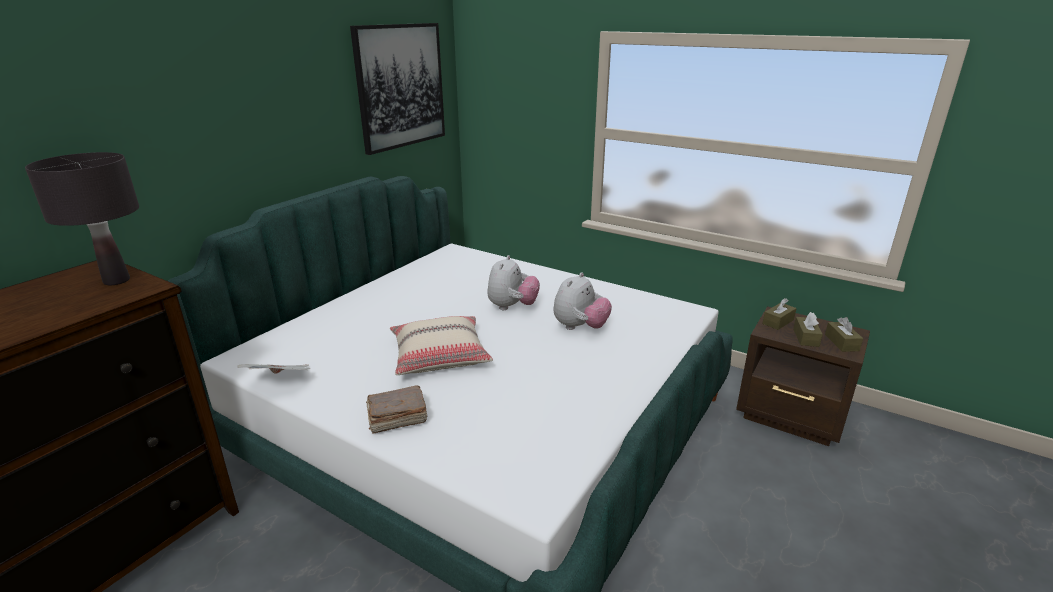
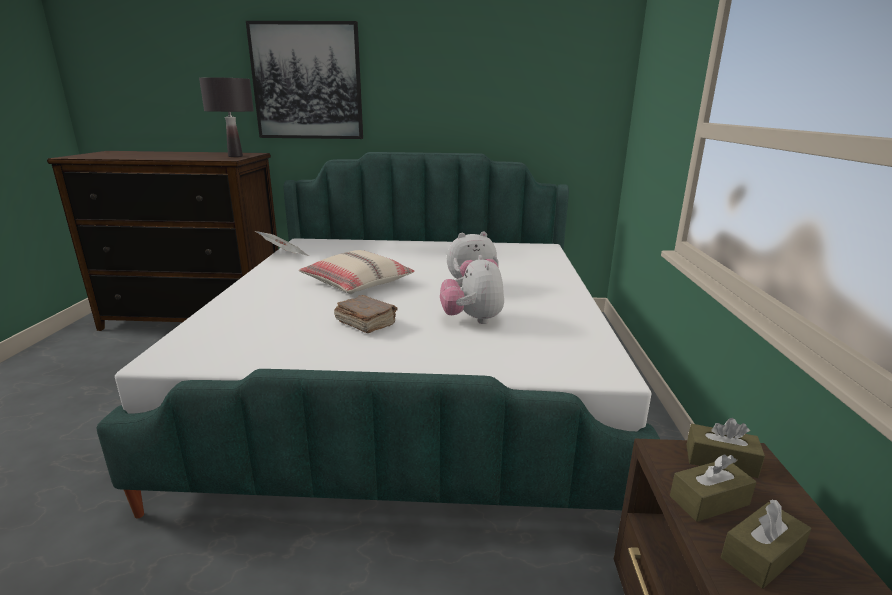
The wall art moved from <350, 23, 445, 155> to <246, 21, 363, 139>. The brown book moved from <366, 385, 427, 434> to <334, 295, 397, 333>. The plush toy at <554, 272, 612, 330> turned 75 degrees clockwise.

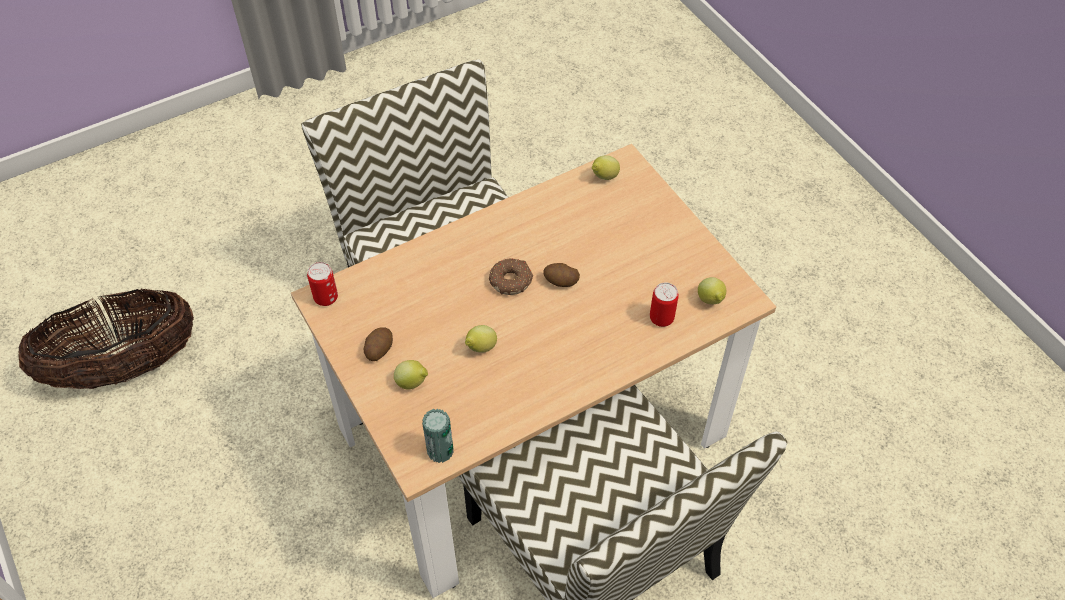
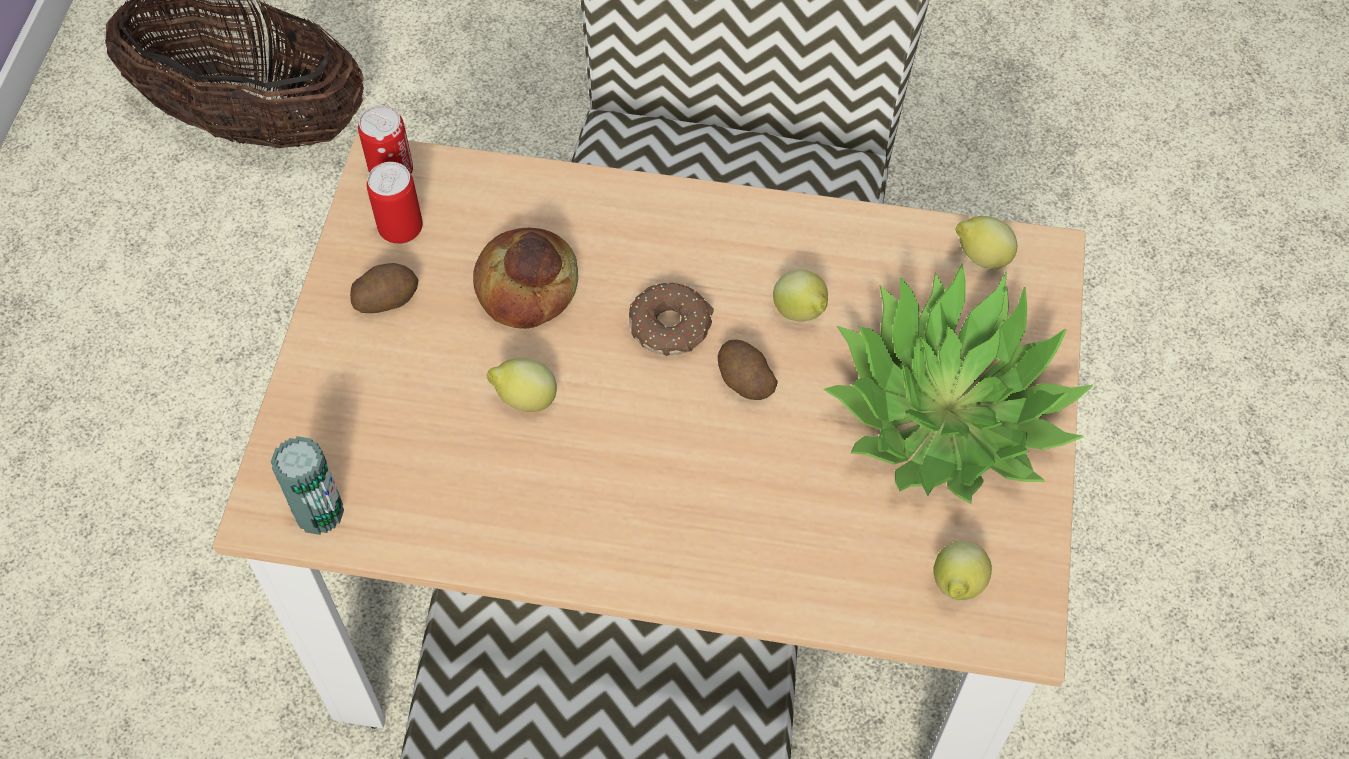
The sealed can moved from <650, 282, 679, 327> to <367, 162, 423, 244>. The baked bread at <473, 228, 578, 329> appeared. The citrus fruit moved from <394, 360, 428, 390> to <773, 269, 828, 321>. The potted plant at <823, 263, 1093, 505> appeared.

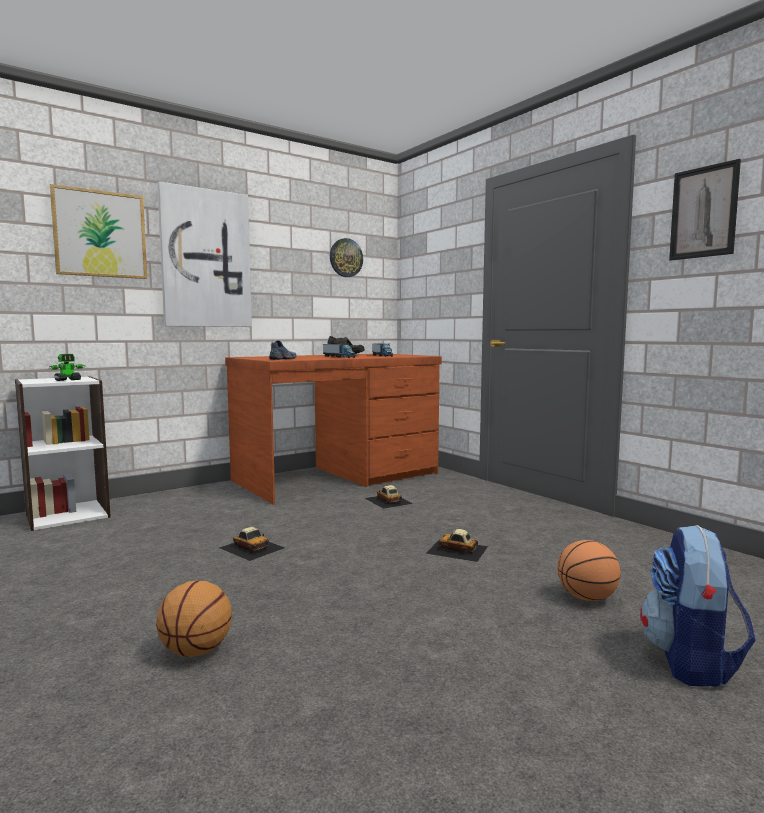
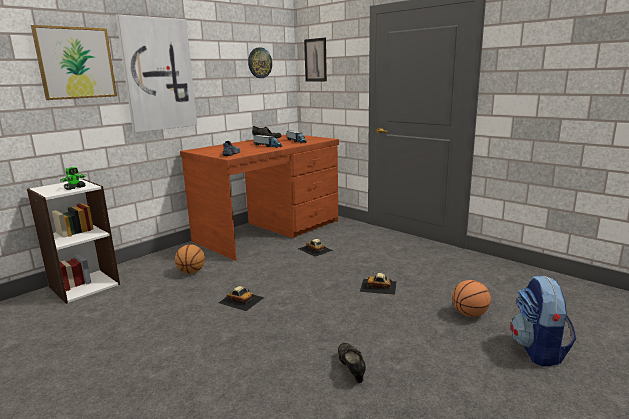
The basketball moved from <156, 581, 232, 657> to <175, 244, 205, 274>. The wall art moved from <669, 159, 741, 261> to <304, 38, 327, 82>. The black-coloured item of footwear at <338, 343, 366, 383> appeared.

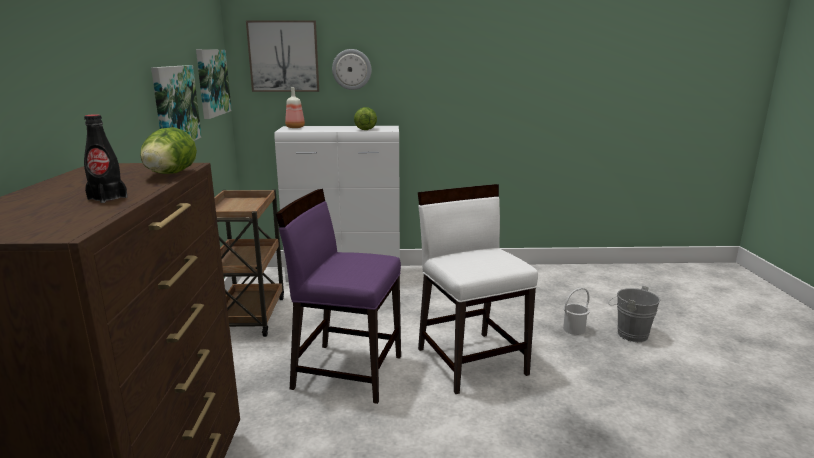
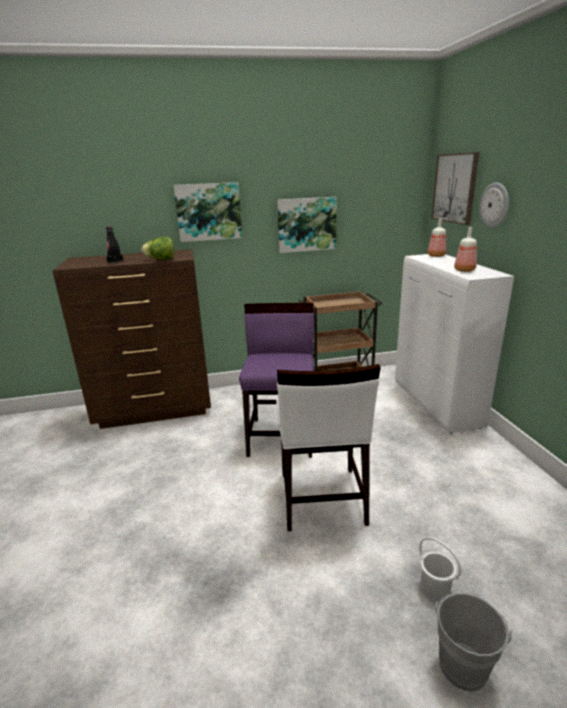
The wall art moved from <196, 49, 232, 119> to <174, 182, 242, 242>. The white upright chair at <418, 184, 538, 394> turned 120 degrees clockwise. The lettuce at <354, 107, 377, 130> was replaced by the drink bottle at <454, 227, 477, 272>.

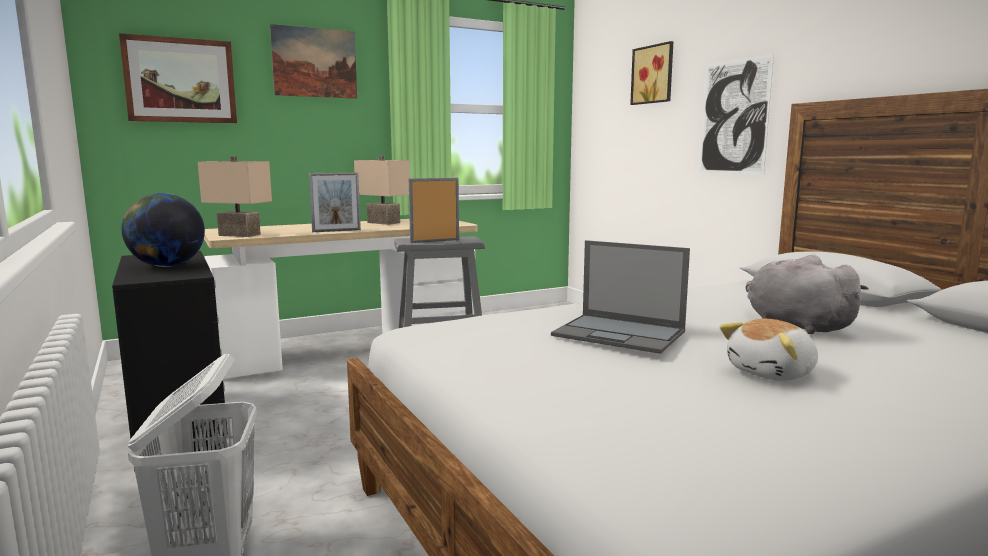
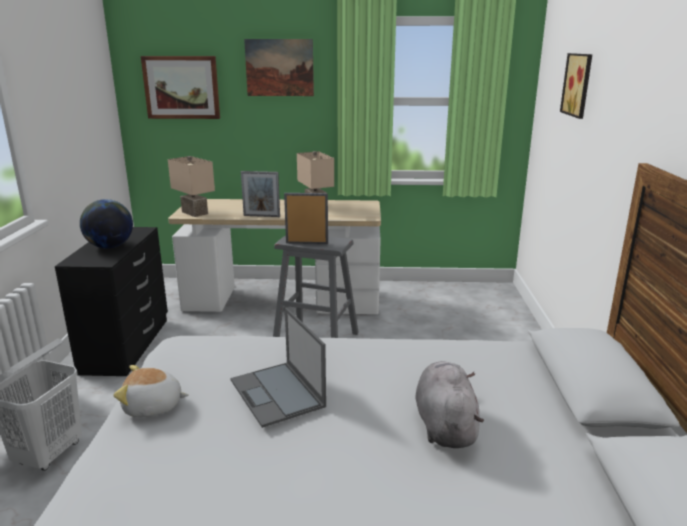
The plush toy moved from <719, 319, 818, 381> to <114, 365, 189, 417>. The wall art at <699, 54, 774, 174> disappeared.

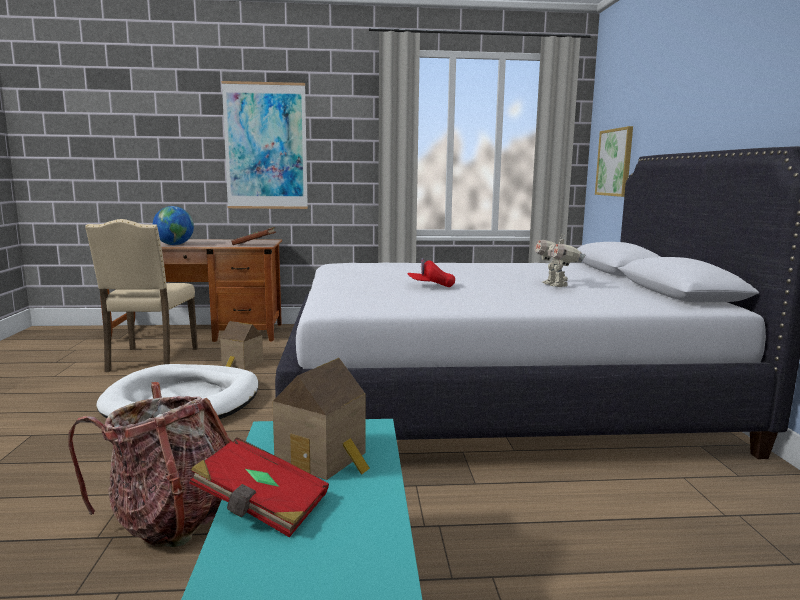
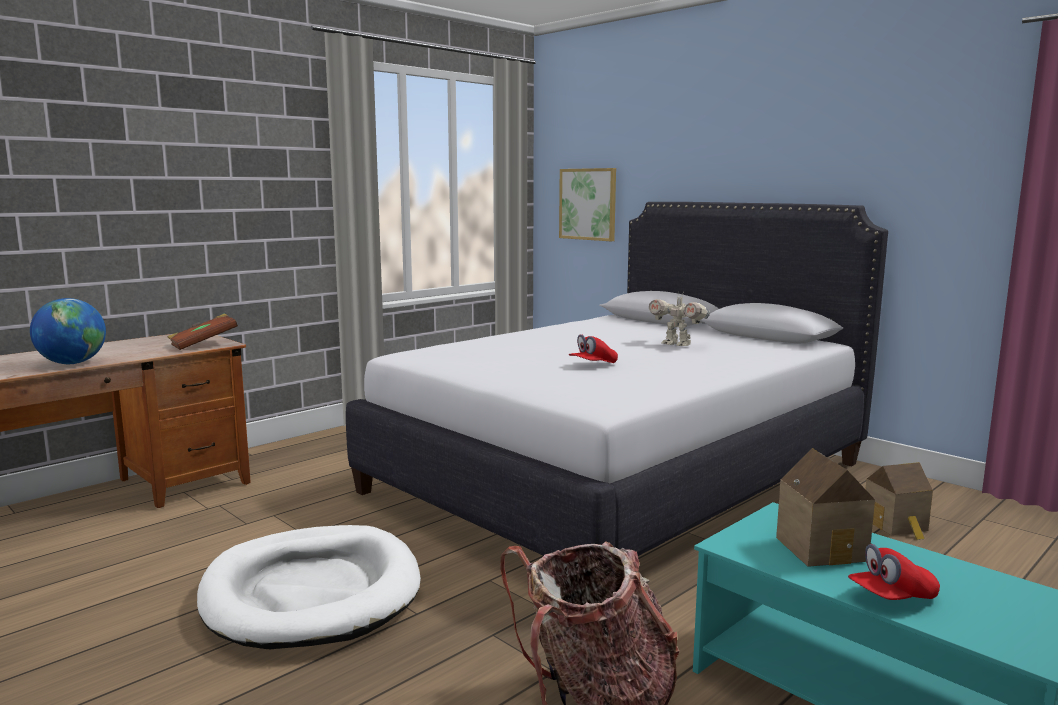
The red-coloured book at <190, 437, 329, 538> was replaced by the red-coloured cap at <848, 544, 940, 600>. The model house moved from <220, 321, 263, 370> to <866, 462, 933, 540>. The beige-coloured upright chair at <85, 219, 198, 372> disappeared. The wall art at <221, 81, 308, 209> disappeared.

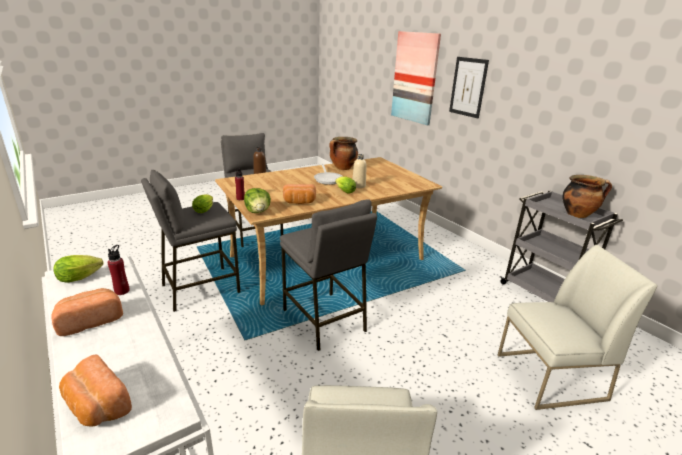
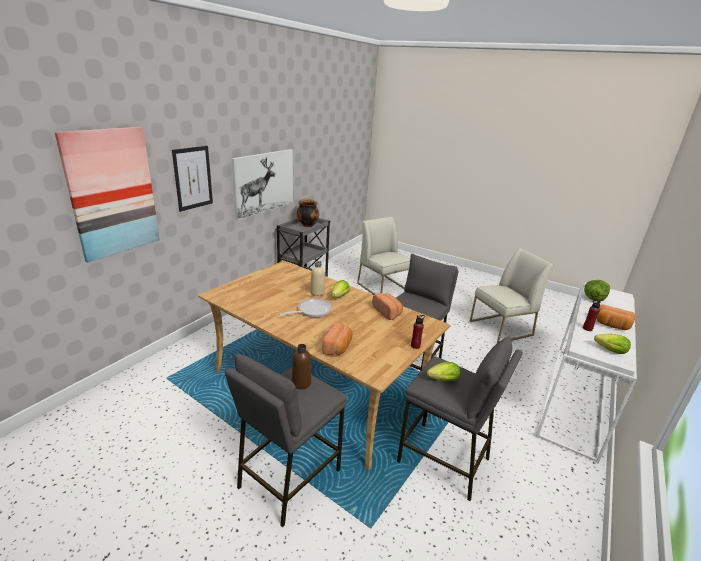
The wall art at <232, 149, 293, 220> appeared. The baked bread moved from <59, 355, 132, 427> to <322, 322, 352, 355>. The lettuce moved from <244, 188, 271, 213> to <584, 280, 610, 301>. The stockpot at <329, 137, 358, 170> disappeared.

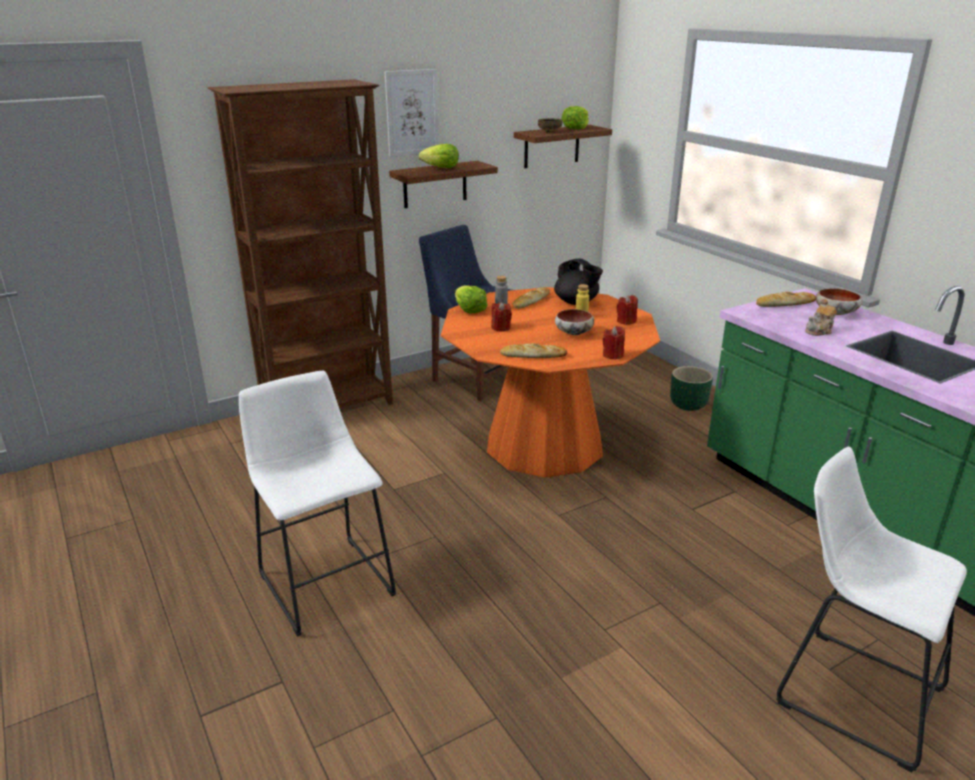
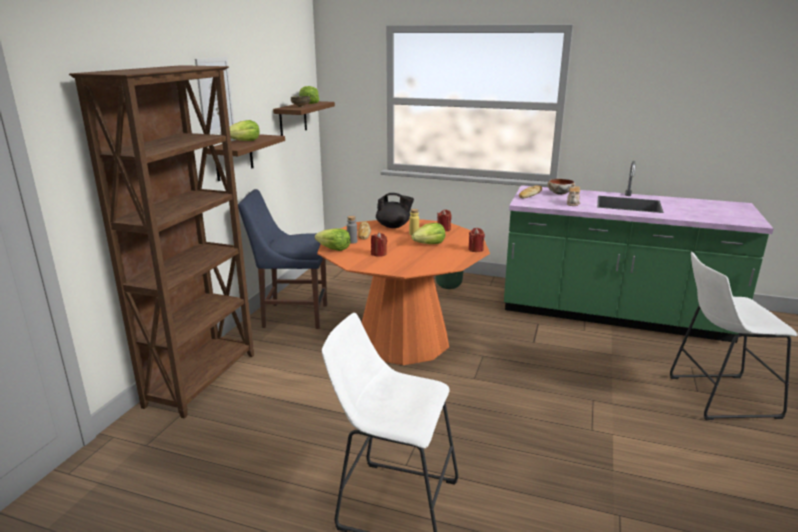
The serving bowl at <555, 309, 594, 335> was replaced by the lettuce at <411, 223, 445, 244>. The baked bread at <500, 343, 567, 358> disappeared.

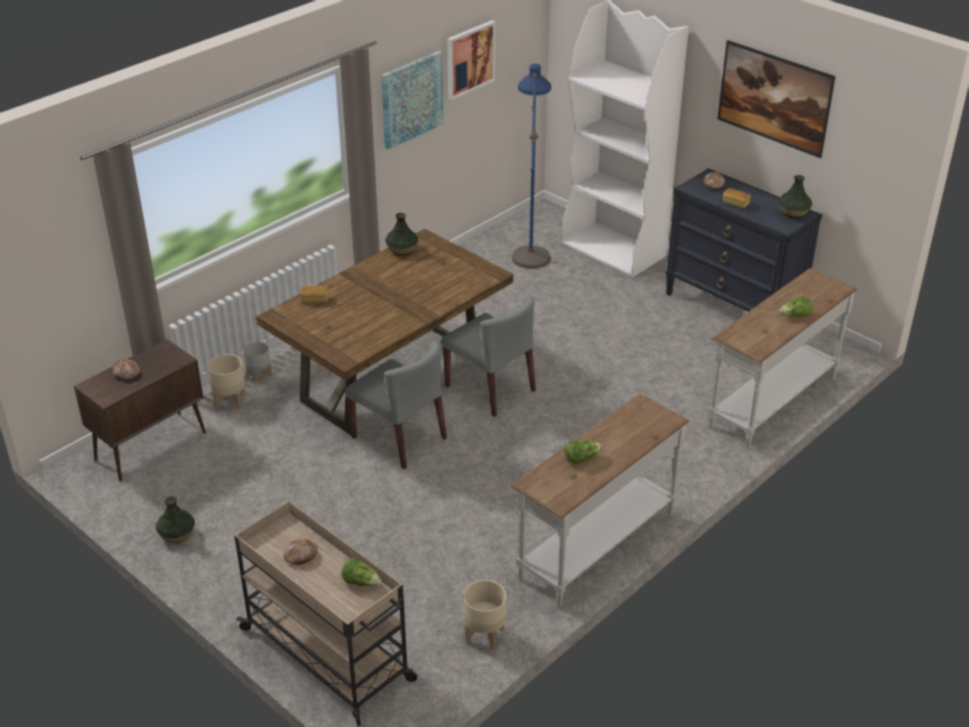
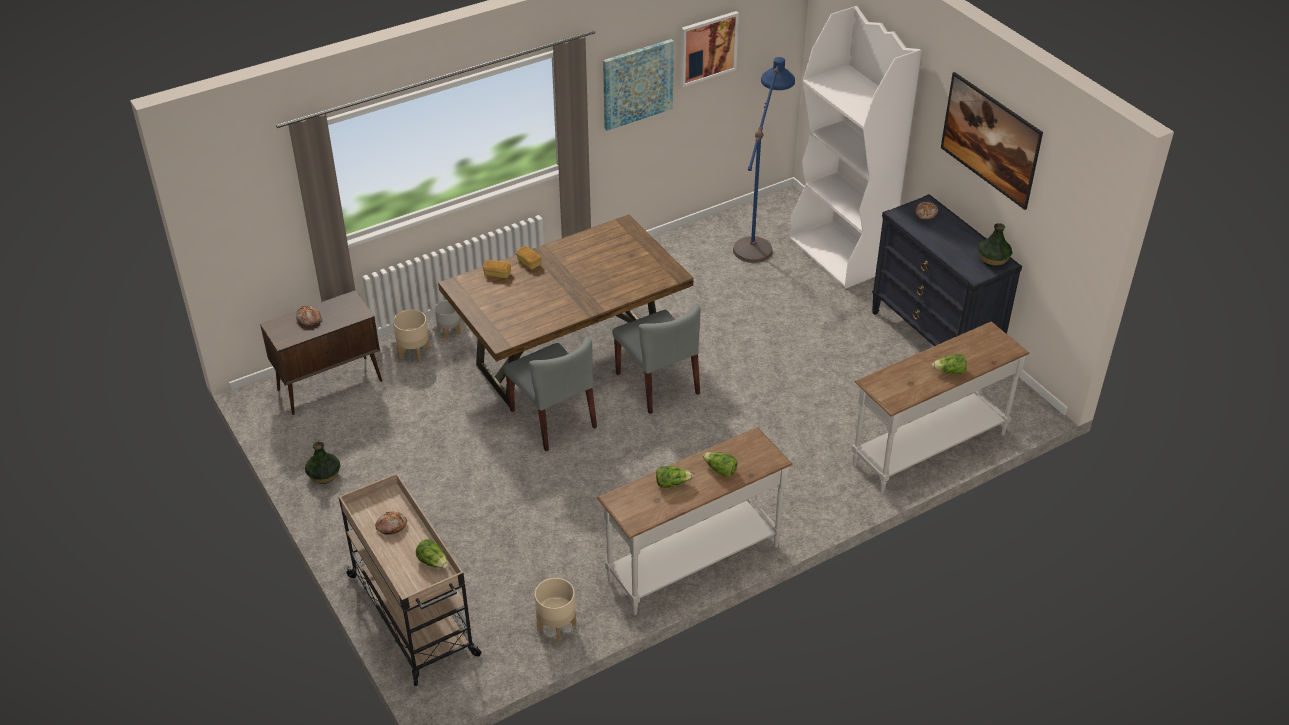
The baked bread moved from <723, 188, 751, 208> to <516, 246, 541, 270>. The lettuce at <703, 452, 737, 477> appeared. The flower vase at <385, 213, 418, 256> disappeared.

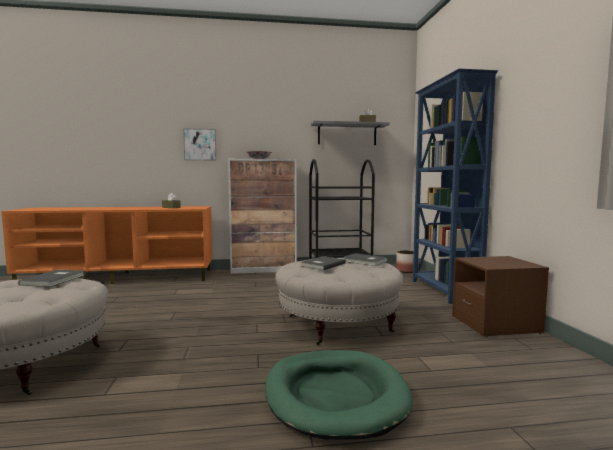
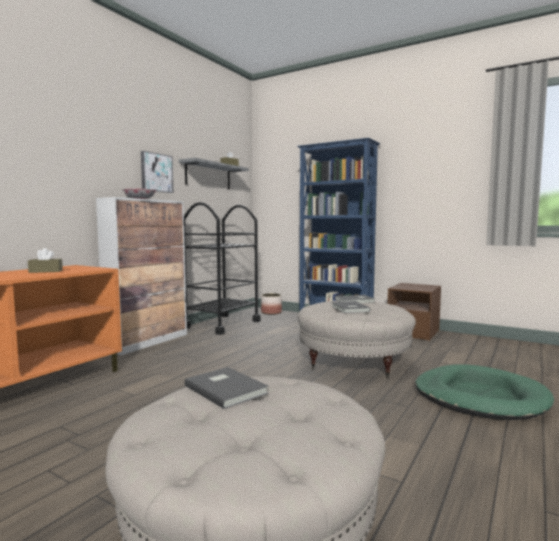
The wall art moved from <183, 128, 216, 160> to <141, 151, 173, 193>.

